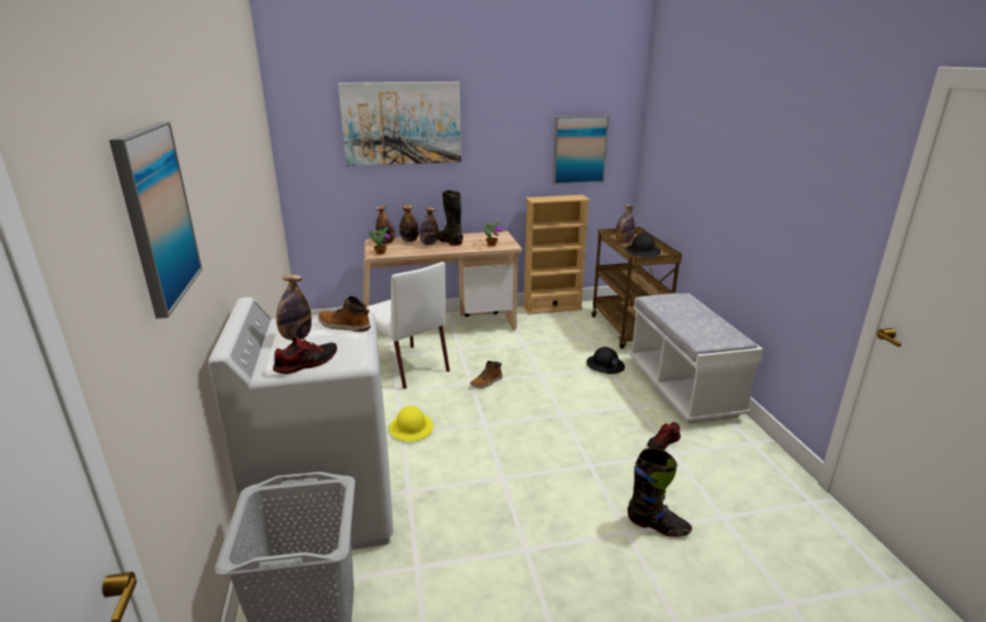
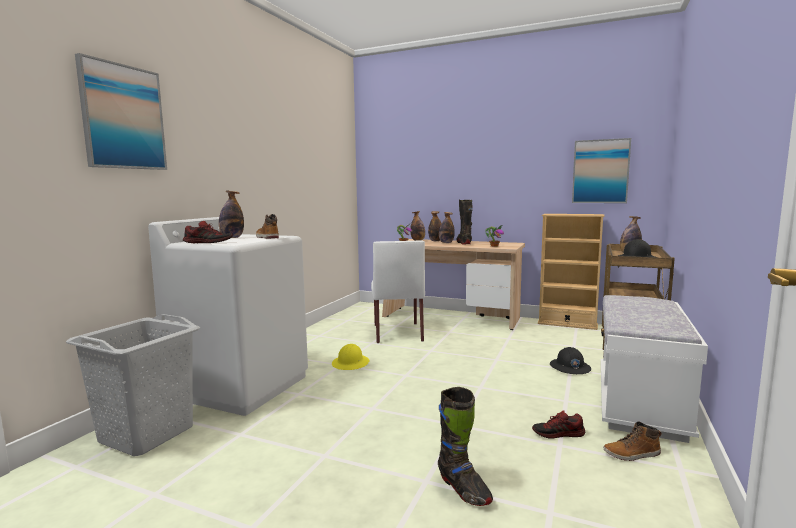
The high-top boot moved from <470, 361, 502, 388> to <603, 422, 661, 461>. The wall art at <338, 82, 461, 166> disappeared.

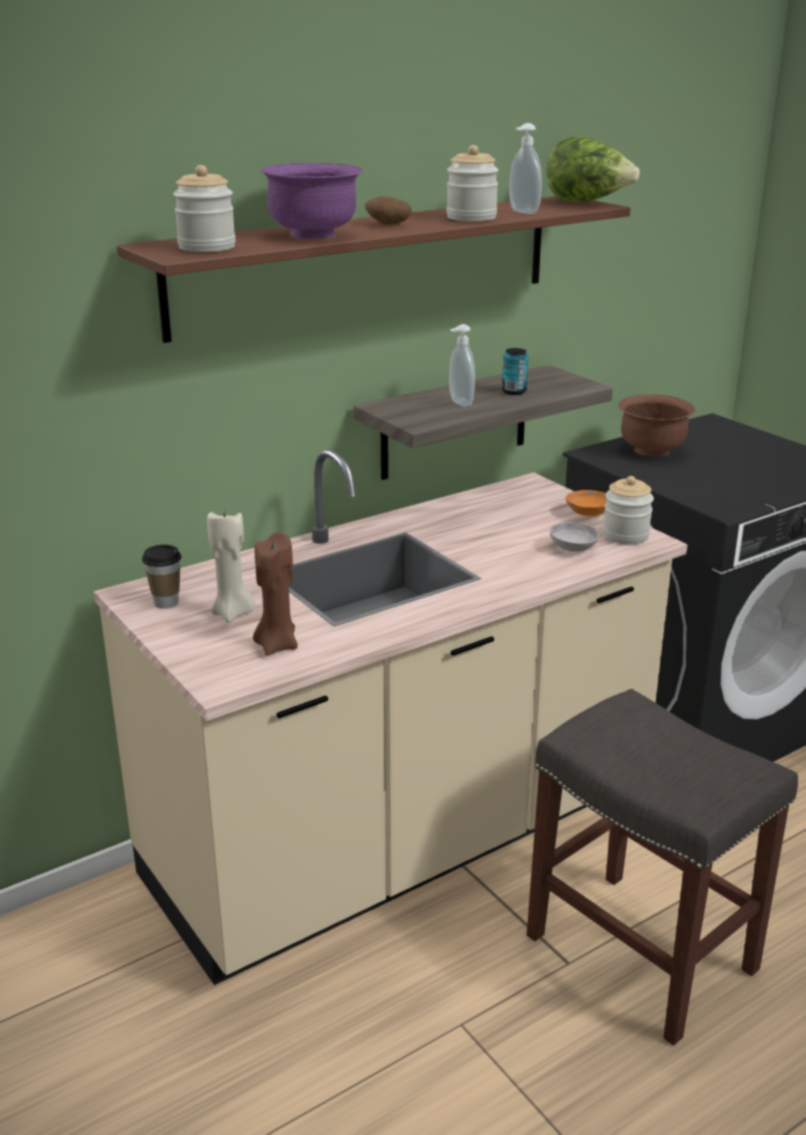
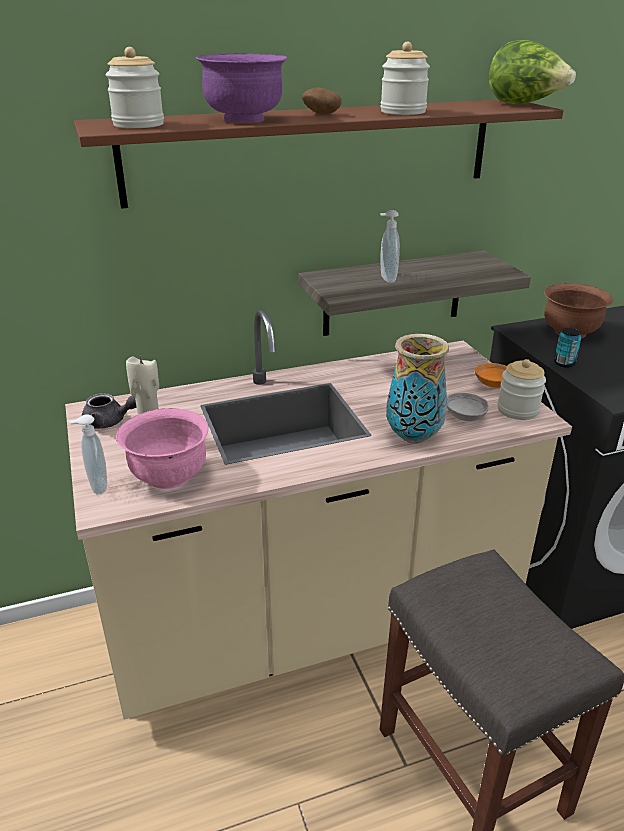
The liquid soap bottle moved from <509, 123, 542, 214> to <70, 414, 107, 495>. The small cup at <142, 544, 182, 609> was replaced by the greyish teapot at <82, 393, 137, 429>. The brown wax light at <253, 532, 298, 656> was replaced by the pinkish serving bowl at <116, 408, 209, 489>. The flower vase at <386, 334, 449, 444> appeared. The sealed can moved from <502, 348, 528, 395> to <554, 328, 581, 368>.

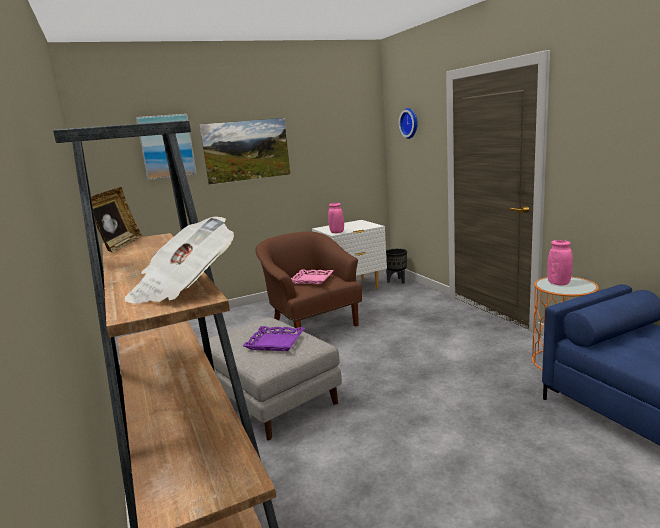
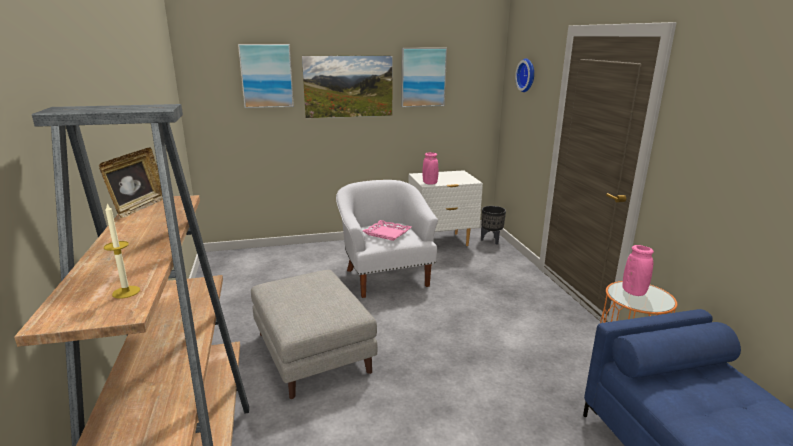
The daily paper at <125, 217, 234, 304> was replaced by the wax light at <104, 204, 140, 299>. The brown easy chair at <255, 231, 362, 330> became the white easy chair at <336, 180, 438, 298>. The wall art at <401, 48, 447, 107> appeared. The purple carrying tray at <243, 326, 305, 351> disappeared.

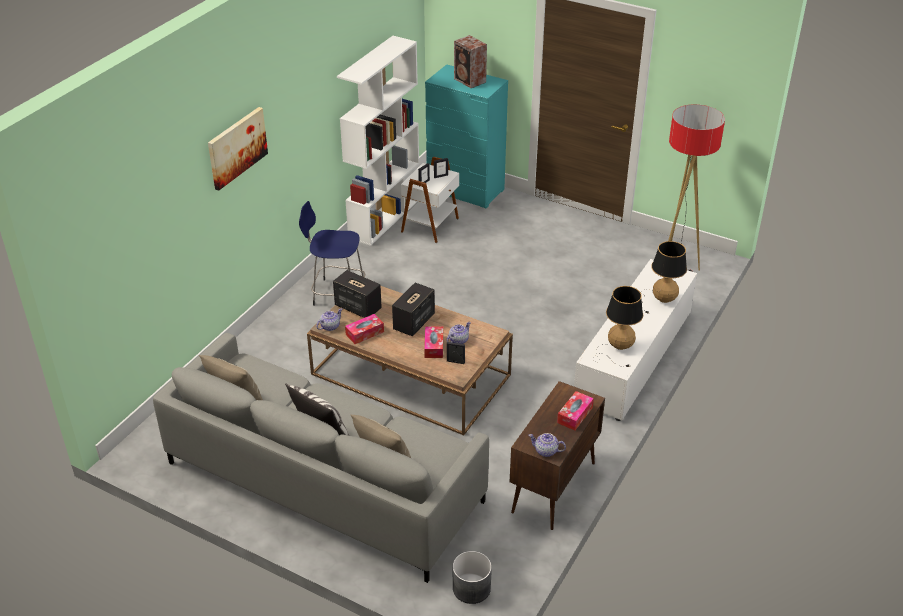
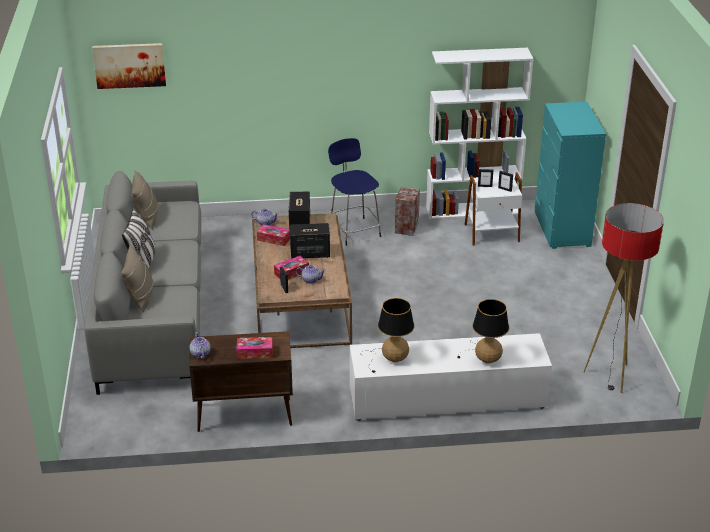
The wall art moved from <208, 107, 268, 191> to <92, 43, 166, 89>. The speaker moved from <454, 35, 487, 88> to <395, 187, 420, 236>. The greyish flower pot at <453, 551, 492, 604> disappeared.

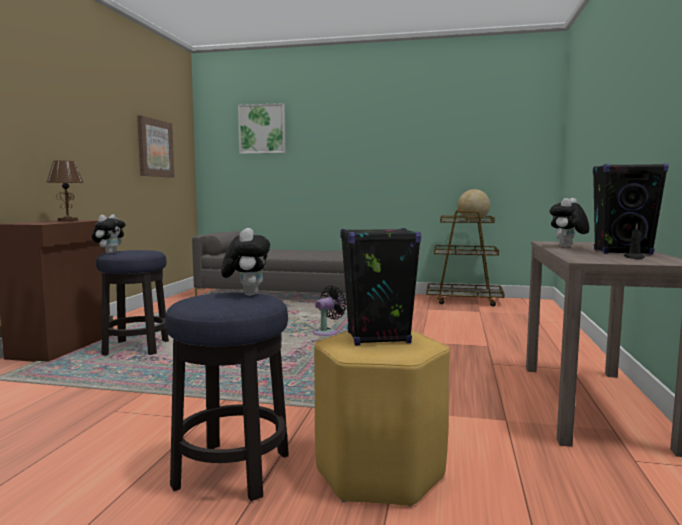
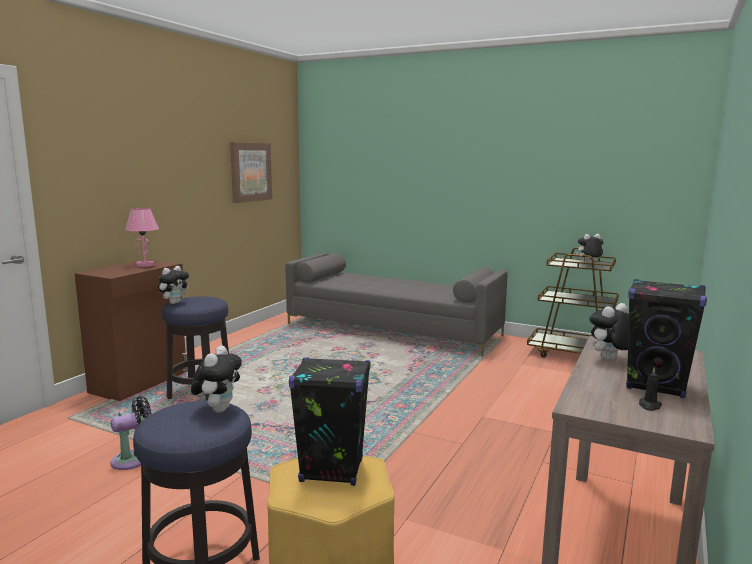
The black-coloured electric fan moved from <313, 286, 347, 336> to <110, 396, 152, 470>. The brown lamp for a table at <47, 160, 84, 221> became the pinkish lamp for a table at <125, 208, 159, 267>. The globe at <458, 189, 490, 221> was replaced by the plush toy at <576, 234, 603, 263>. The wall art at <238, 103, 285, 154> disappeared.

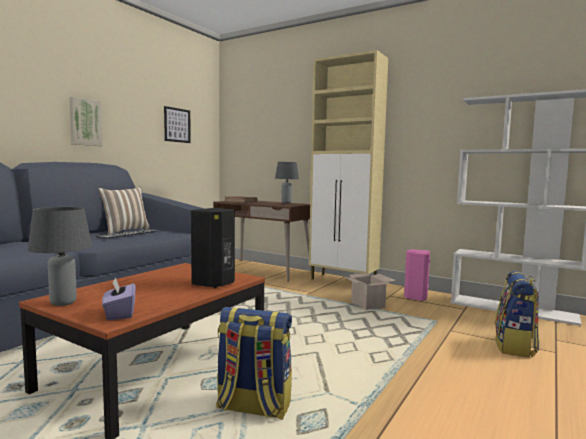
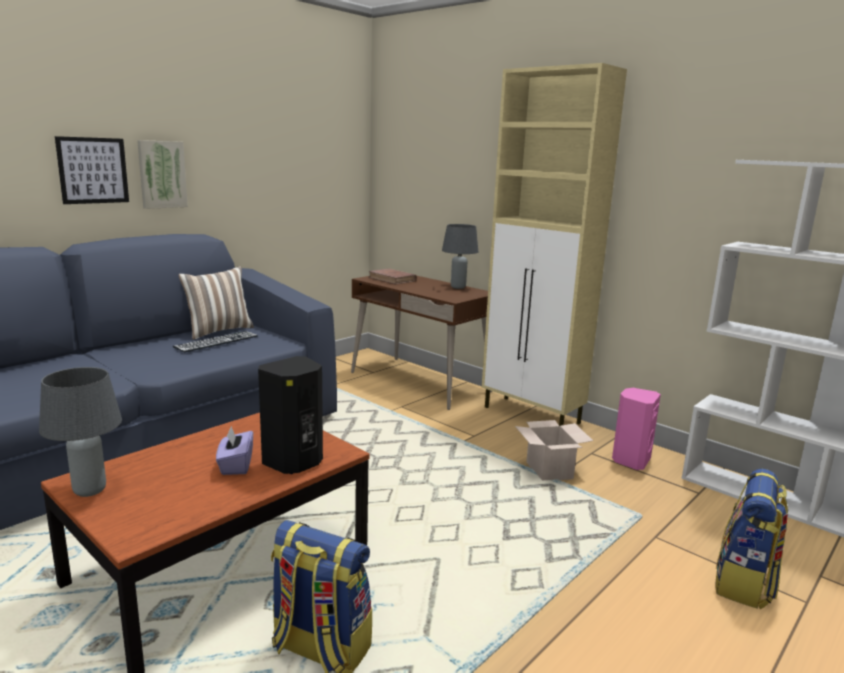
The wall art moved from <164, 106, 191, 143> to <55, 136, 129, 204>. The purple tissue box moved from <102, 277, 136, 320> to <216, 426, 253, 475>.

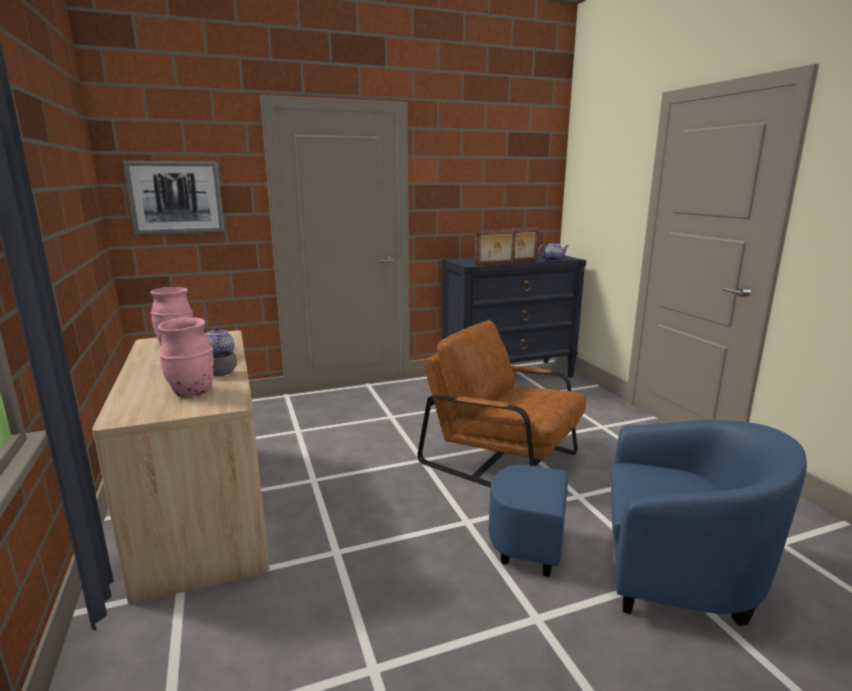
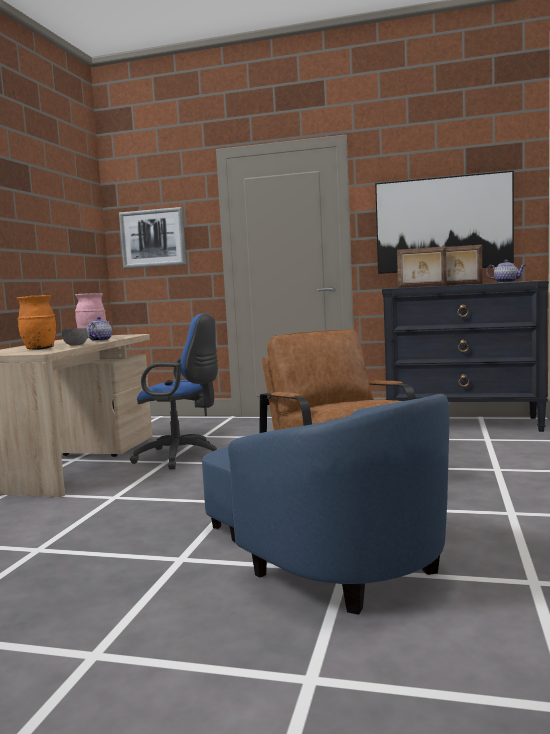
The pinkish flower vase at <158, 317, 214, 397> became the orange-coloured flower vase at <17, 295, 56, 350>. The blue-coloured desk chair at <130, 313, 218, 470> appeared. The wall art at <375, 171, 514, 274> appeared.

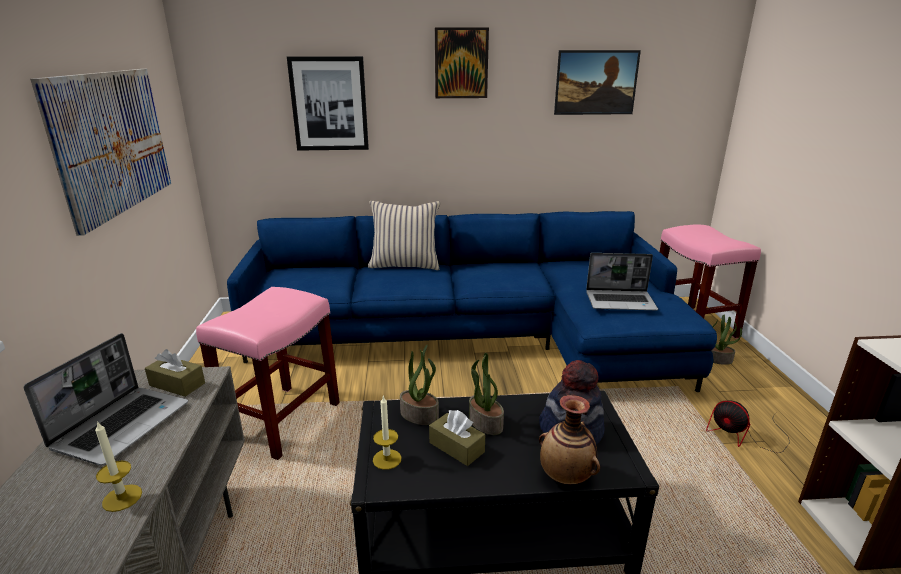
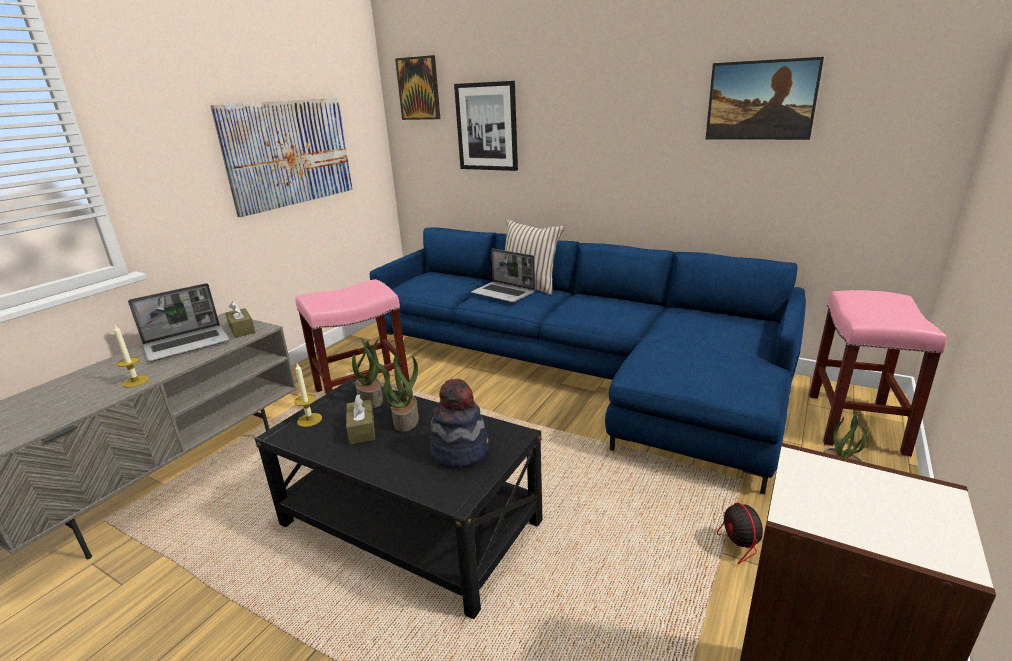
The wall art moved from <435, 27, 489, 98> to <395, 55, 440, 120>. The laptop moved from <586, 253, 658, 310> to <471, 249, 535, 302>. The flower vase at <539, 395, 600, 484> disappeared.

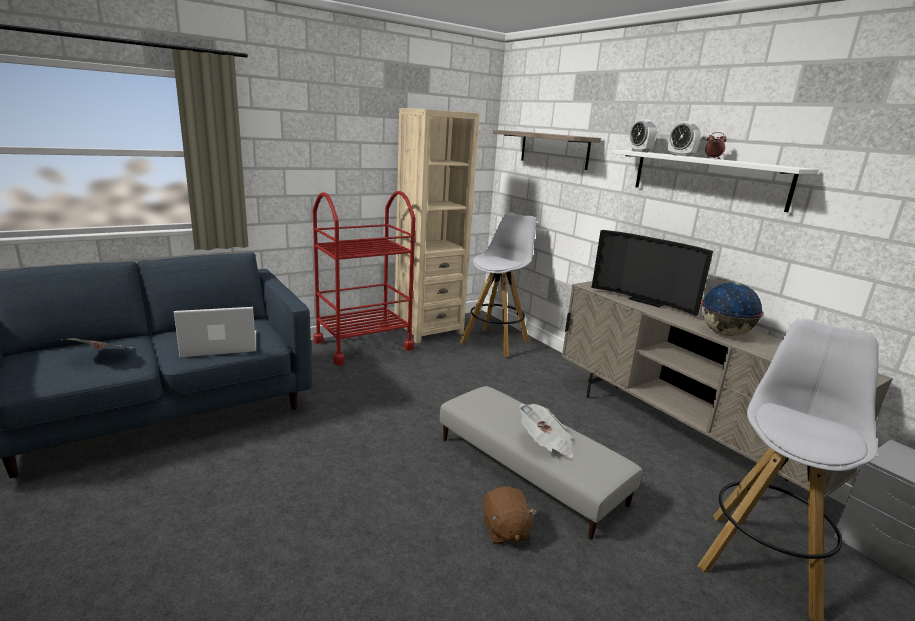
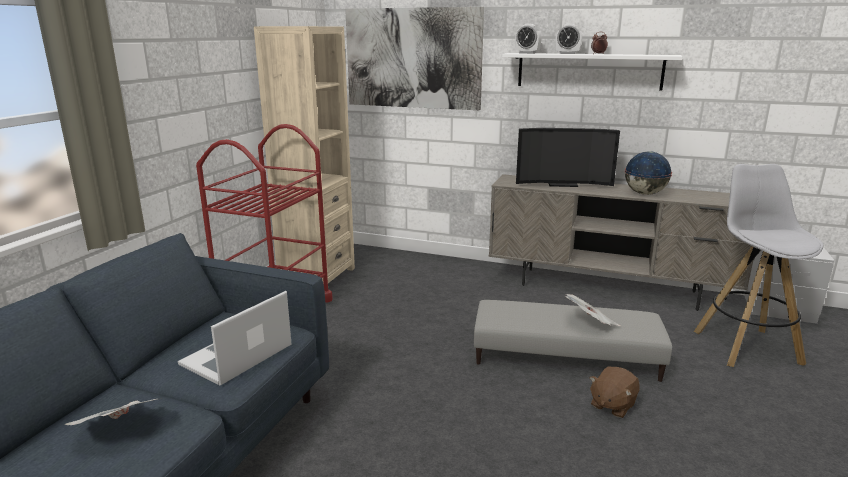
The wall shelf at <493, 130, 601, 170> was replaced by the wall art at <345, 7, 484, 110>. The brown plush toy at <483, 486, 537, 545> turned 90 degrees clockwise. The white sitting stool at <460, 213, 536, 357> disappeared.

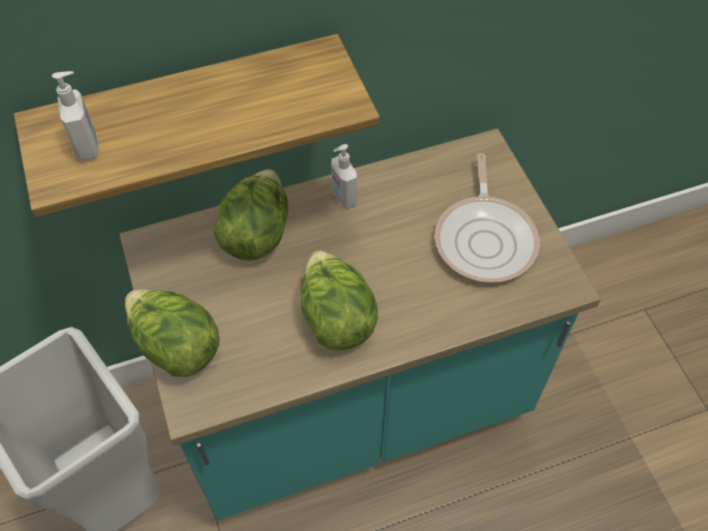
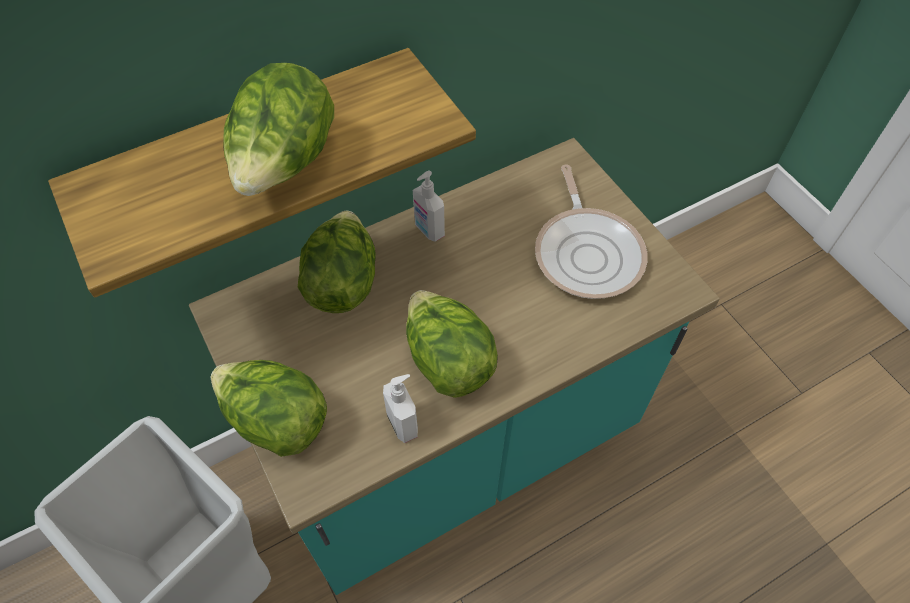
The lettuce at <224, 63, 334, 196> appeared. The liquid soap bottle moved from <52, 71, 99, 161> to <383, 374, 418, 443>.

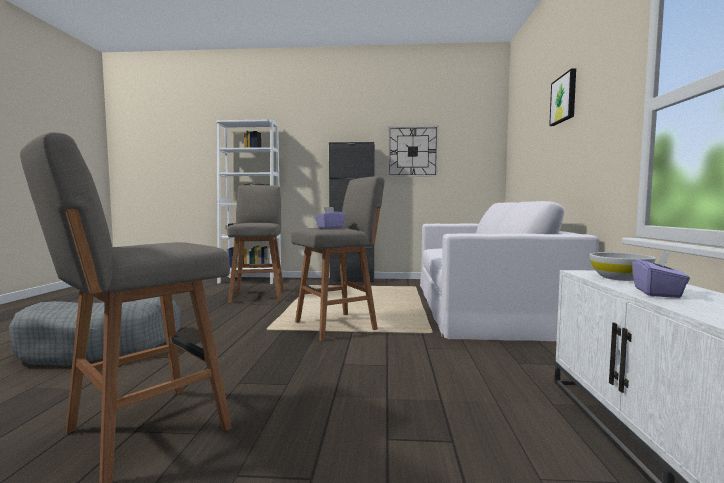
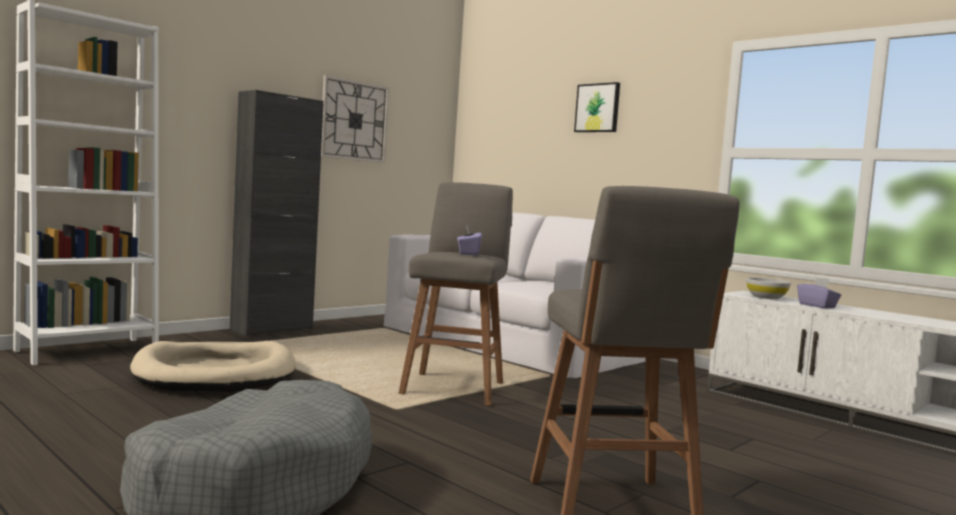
The greyish sitting stool at <227, 185, 284, 303> was replaced by the beige-coloured pet bed at <130, 341, 296, 392>.

